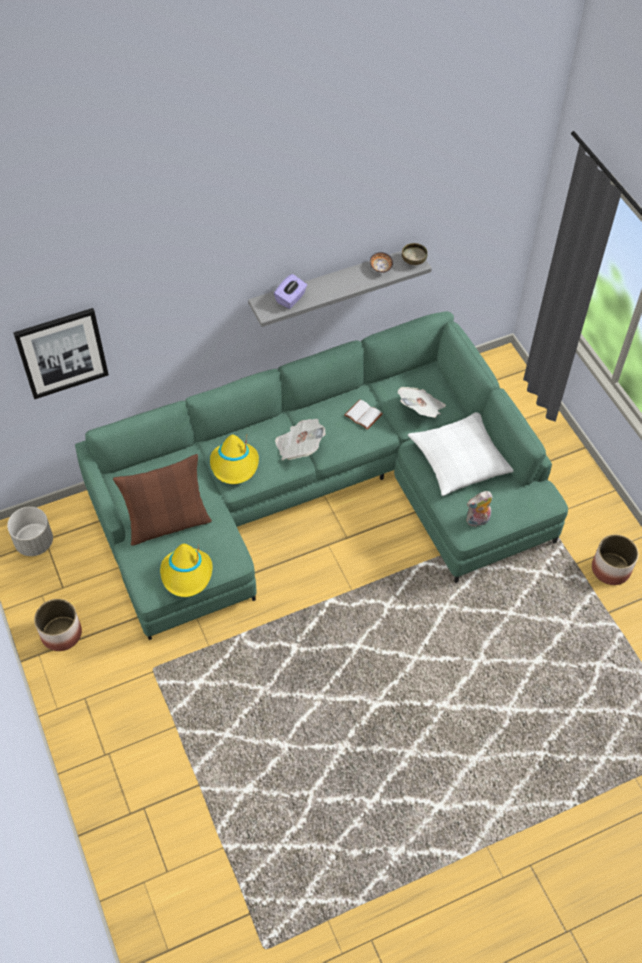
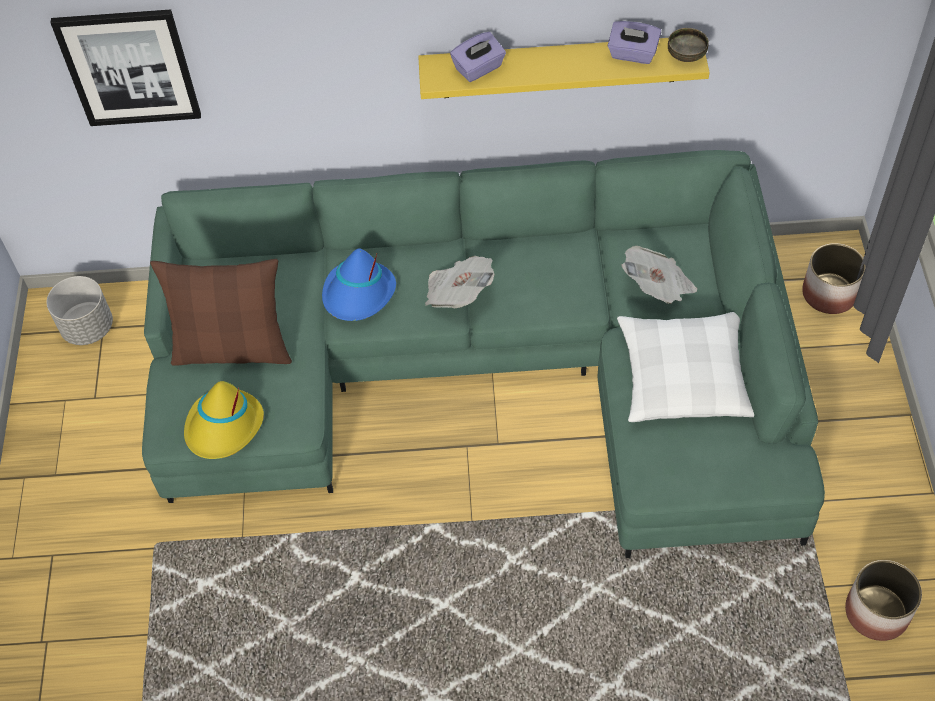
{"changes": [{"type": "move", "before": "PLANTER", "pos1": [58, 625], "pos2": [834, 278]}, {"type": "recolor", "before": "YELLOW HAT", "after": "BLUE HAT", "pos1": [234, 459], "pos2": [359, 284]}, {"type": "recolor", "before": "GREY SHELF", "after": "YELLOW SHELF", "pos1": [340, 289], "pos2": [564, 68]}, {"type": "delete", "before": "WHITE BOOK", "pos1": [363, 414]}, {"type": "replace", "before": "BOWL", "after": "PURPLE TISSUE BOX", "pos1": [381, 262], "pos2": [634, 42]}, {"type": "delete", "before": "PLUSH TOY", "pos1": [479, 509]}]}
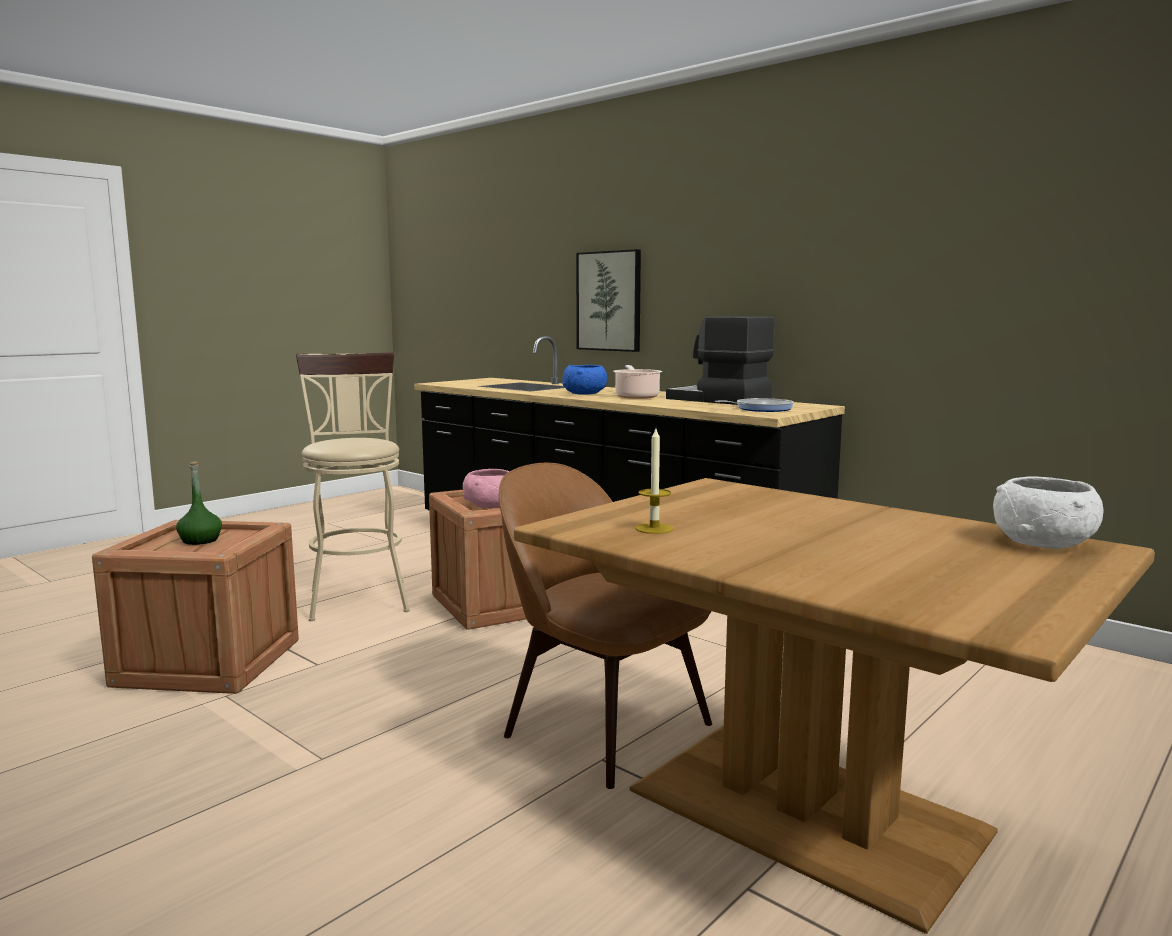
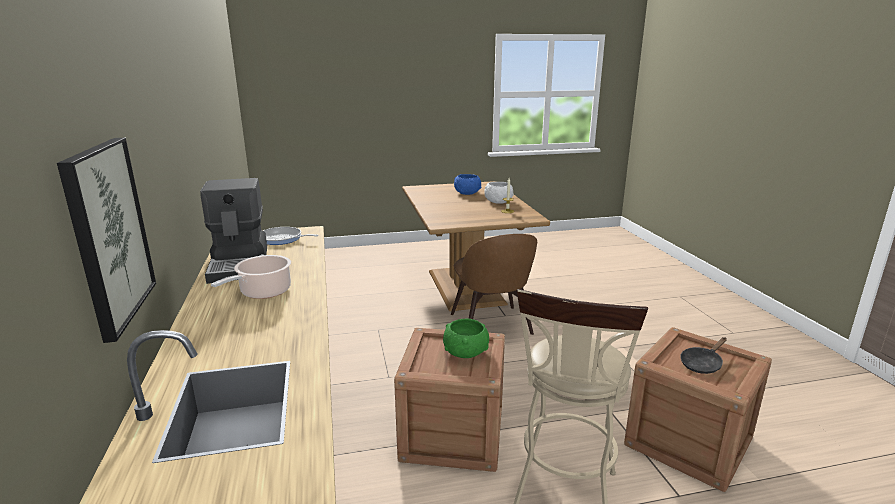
{"changes": [{"type": "replace", "before": "GREEN BOTTLE", "after": "BLACK FRYING PAN", "pos1": [199, 503], "pos2": [703, 355]}, {"type": "recolor", "before": "PINK BOWL", "after": "GREEN BOWL", "pos1": [486, 488], "pos2": [466, 338]}, {"type": "move", "before": "BLUE BOWL", "pos1": [585, 380], "pos2": [467, 184]}, {"type": "move", "before": "WHITE BOWL", "pos1": [1048, 513], "pos2": [499, 193]}]}
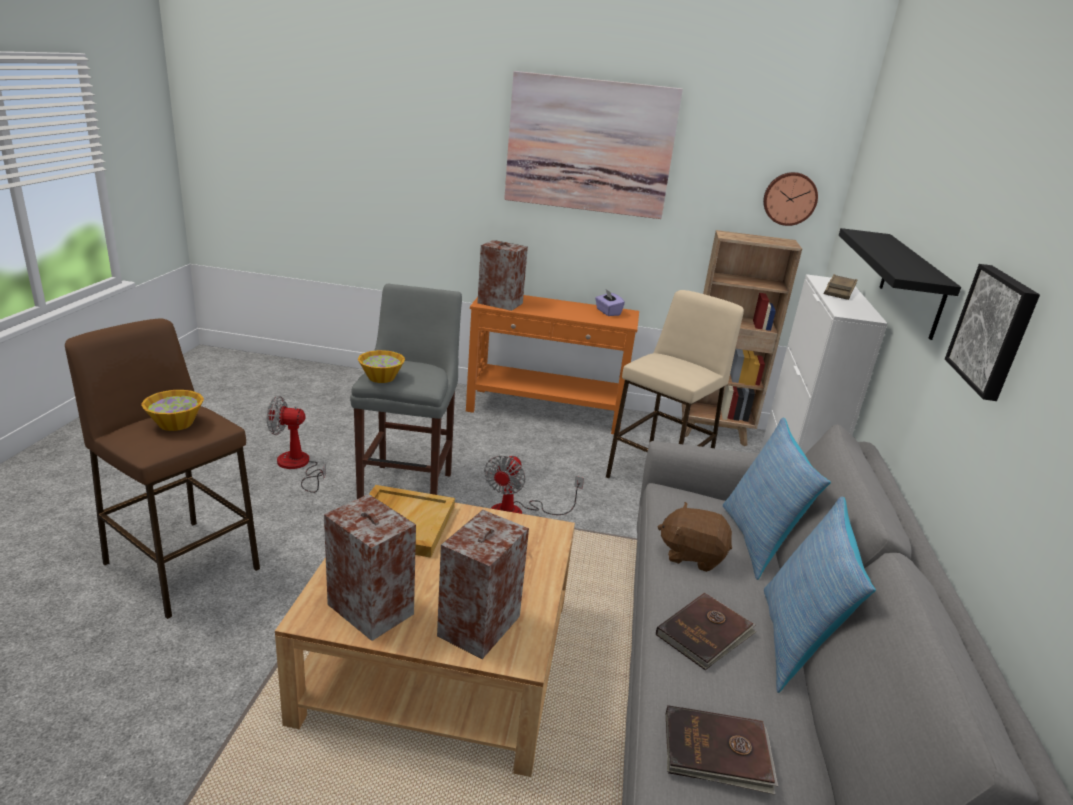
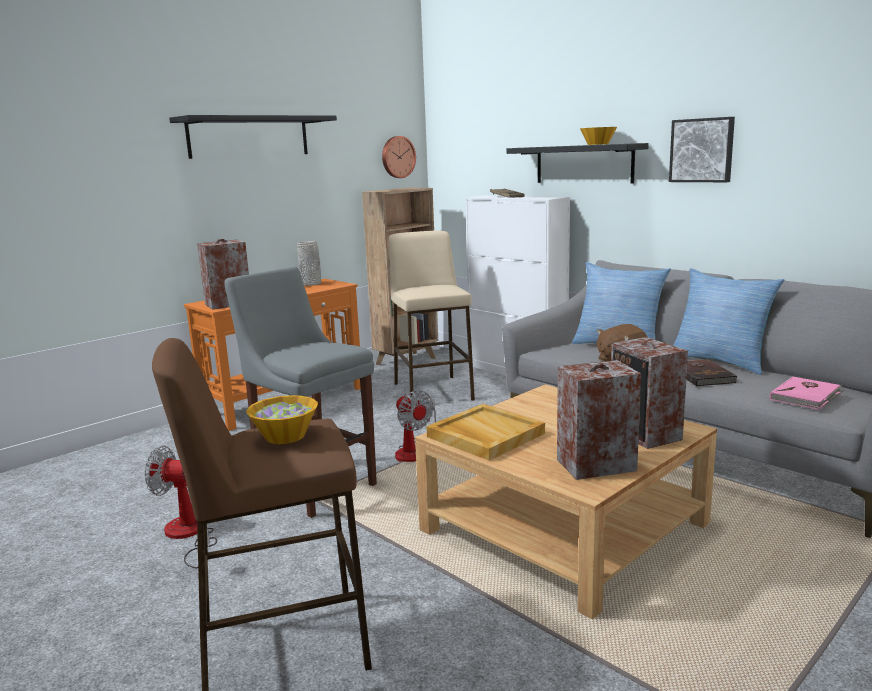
{"changes": [{"type": "rotate", "before": "FAN", "pos1": [296, 444], "pos2": [181, 507], "turn": 60}, {"type": "move", "before": "BOWL", "pos1": [381, 366], "pos2": [598, 136]}, {"type": "replace", "before": "PICTURE", "after": "BLACK SHELF", "pos1": [593, 145], "pos2": [253, 137]}, {"type": "replace", "before": "PURPLE TISSUE BOX", "after": "GREY VASE", "pos1": [610, 302], "pos2": [309, 263]}, {"type": "recolor", "before": "BROWN BOOK", "after": "PINK BOOK", "pos1": [721, 750], "pos2": [807, 393]}]}
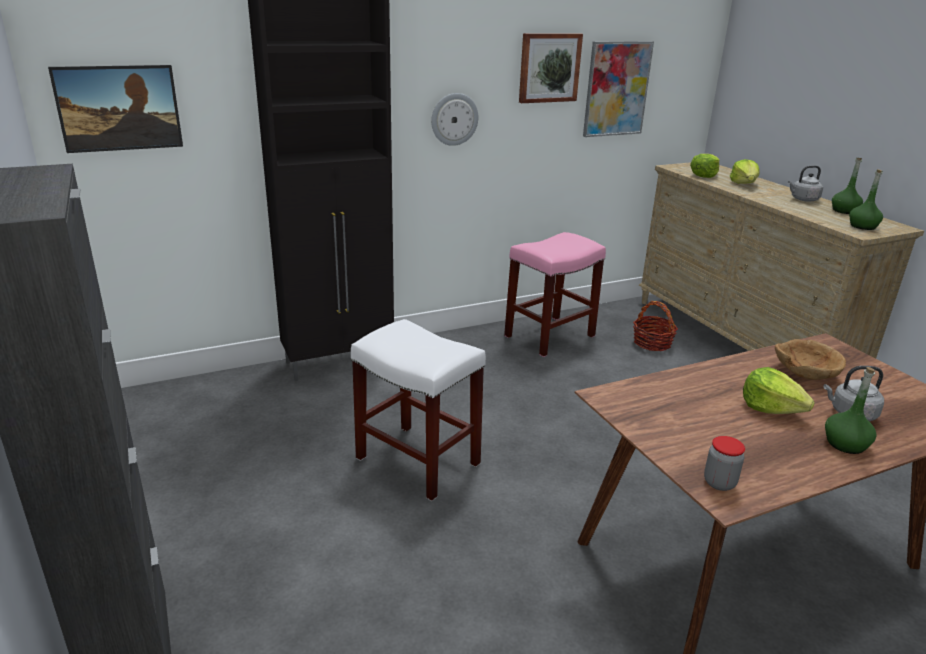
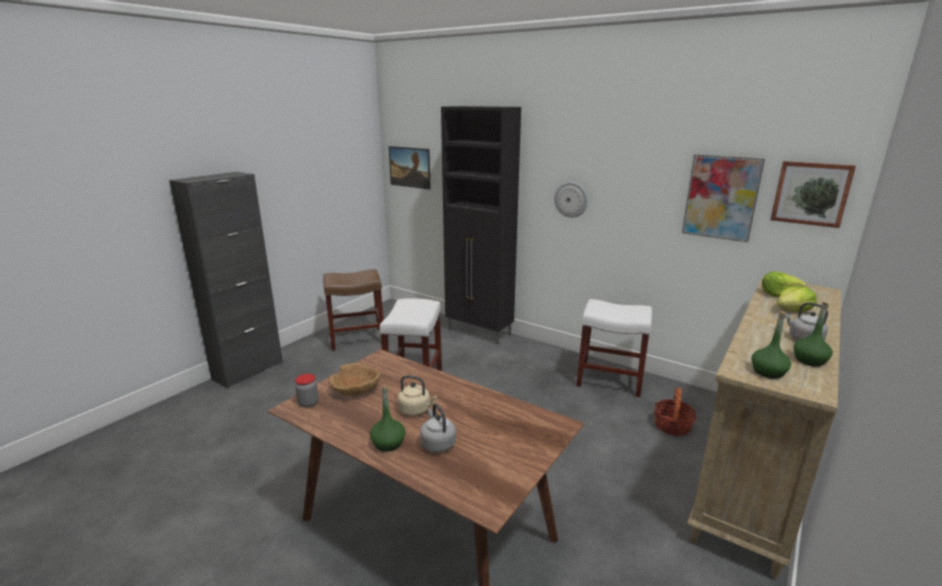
{"changes": [{"type": "recolor", "before": "PINK STOOL", "after": "WHITE STOOL", "pos1": [555, 294], "pos2": [614, 348]}, {"type": "move", "before": "PICTURE", "pos1": [551, 68], "pos2": [813, 194]}, {"type": "replace", "before": "LETTUCE", "after": "BEIGE KETTLE", "pos1": [779, 390], "pos2": [417, 395]}, {"type": "move", "before": "BROWN BOWL", "pos1": [810, 359], "pos2": [355, 379]}, {"type": "insert", "after": "BROWN STOOL", "pos2": [353, 310]}]}
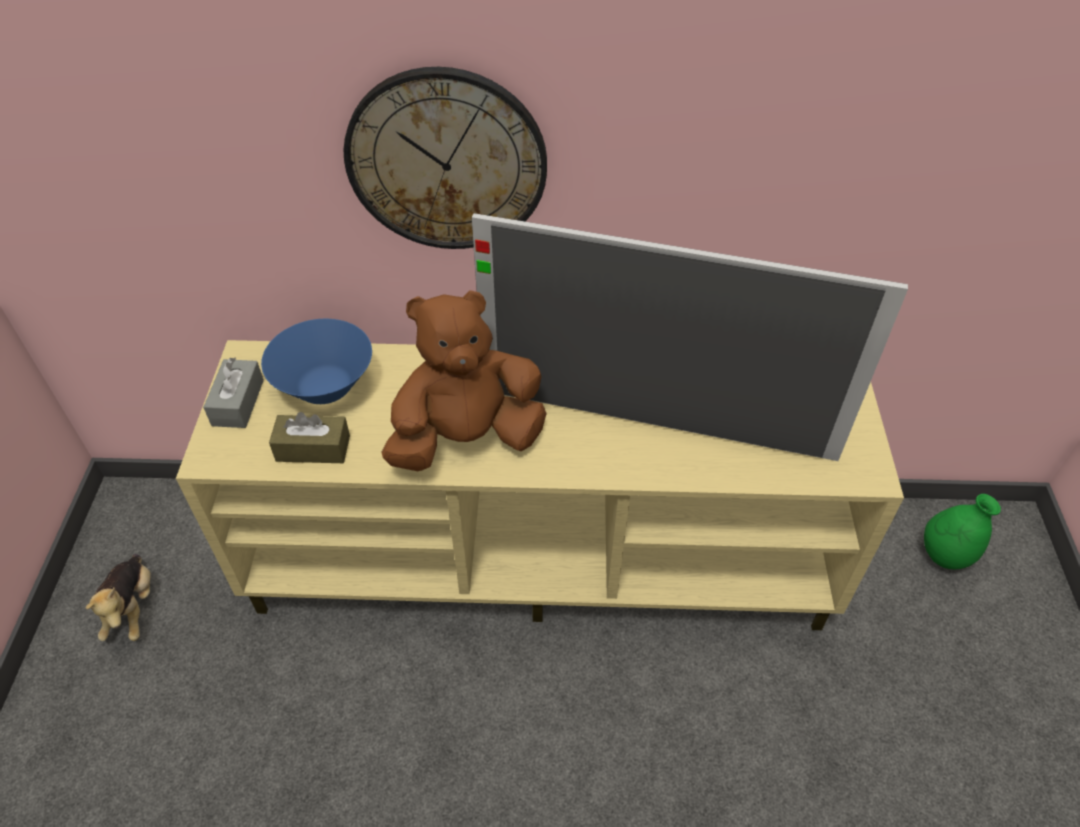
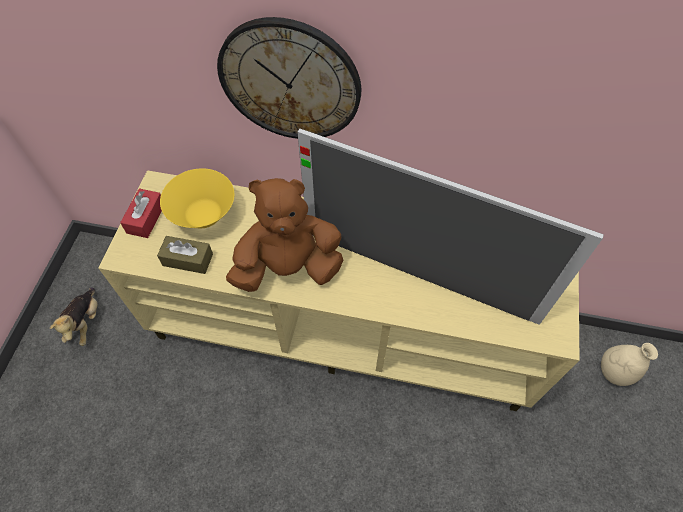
{"changes": [{"type": "recolor", "before": "GREY TISSUE BOX", "after": "RED TISSUE BOX", "pos1": [233, 392], "pos2": [141, 213]}, {"type": "recolor", "before": "BLUE BOWL", "after": "YELLOW BOWL", "pos1": [316, 361], "pos2": [197, 198]}, {"type": "recolor", "before": "GREEN VASE", "after": "BEIGE VASE", "pos1": [962, 531], "pos2": [629, 364]}]}
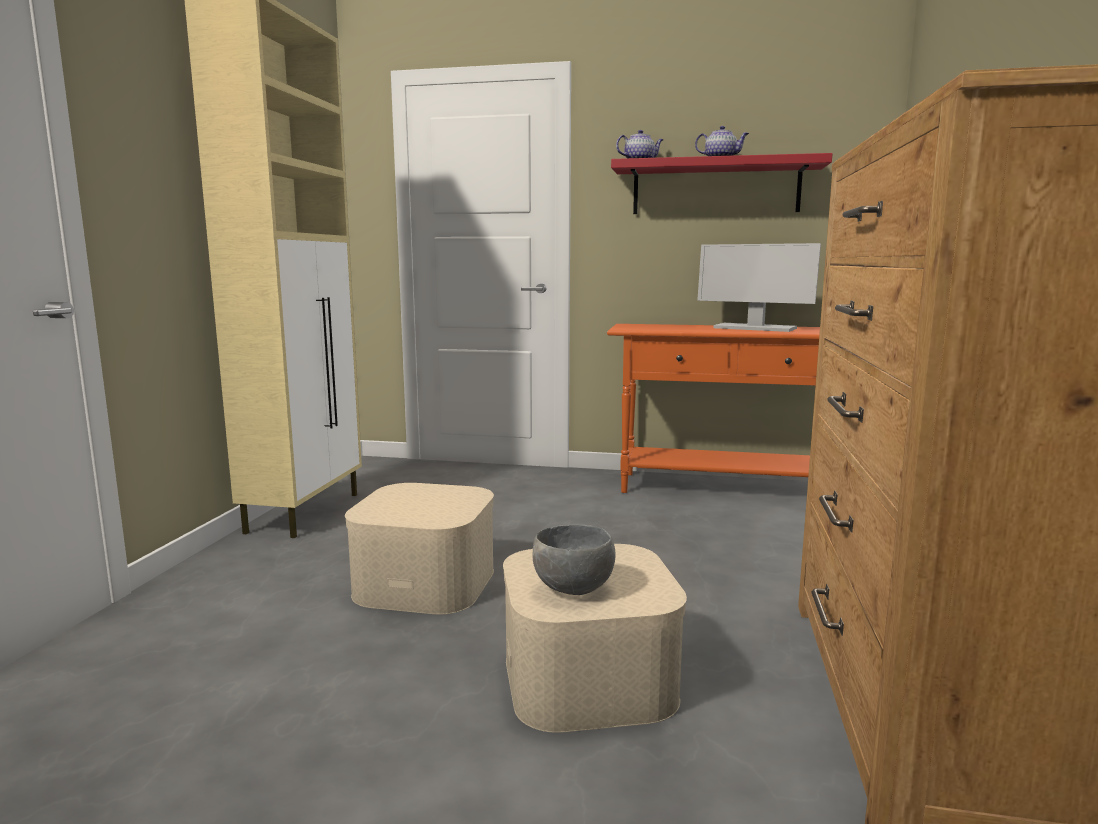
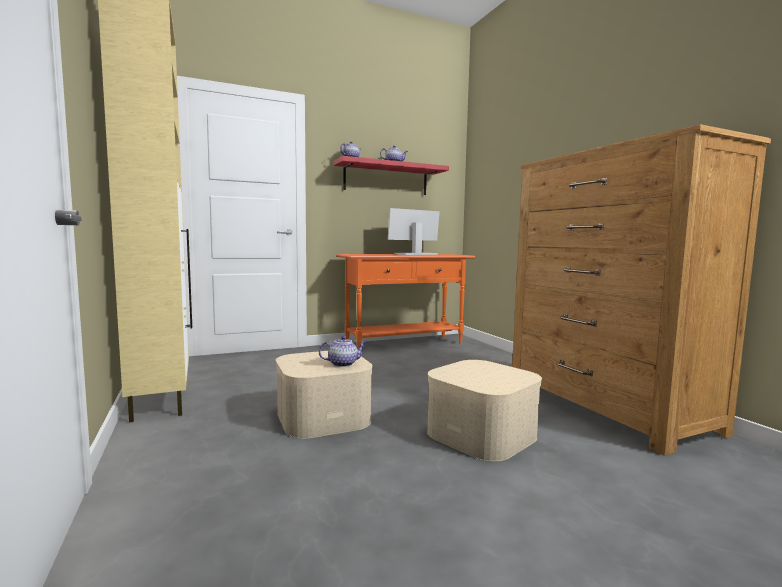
{"changes": [{"type": "delete", "before": "GREY BOWL", "pos1": [574, 560]}, {"type": "rotate", "before": "MONITOR", "pos1": [759, 287], "pos2": [414, 231], "turn": 150}, {"type": "insert", "after": "TEAPOT", "pos2": [343, 351]}]}
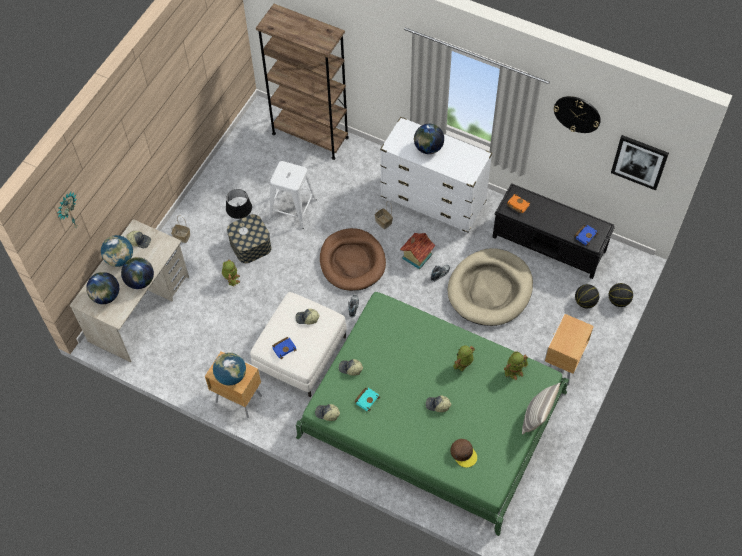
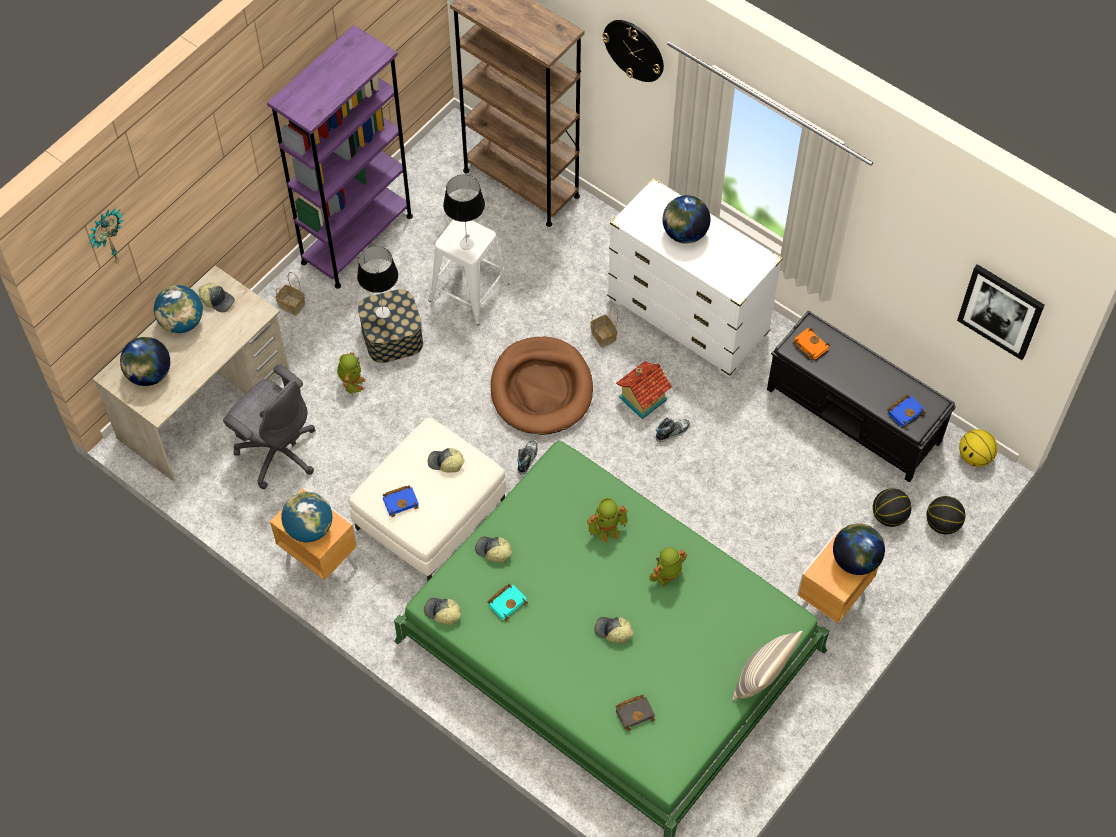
{"changes": [{"type": "move", "before": "GLOBE", "pos1": [137, 273], "pos2": [859, 549]}, {"type": "delete", "before": "BEIGE DOG BED", "pos1": [490, 287]}, {"type": "replace", "before": "BROWN CAP", "after": "BLACK BOOK", "pos1": [463, 453], "pos2": [635, 713]}, {"type": "move", "before": "TOY ROBOT", "pos1": [516, 365], "pos2": [607, 520]}, {"type": "move", "before": "WALL CLOCK", "pos1": [577, 114], "pos2": [633, 51]}, {"type": "insert", "after": "GREY OFFICE CHAIR", "pos2": [269, 426]}, {"type": "insert", "after": "PURPLE BOOKCASE", "pos2": [340, 157]}, {"type": "insert", "after": "TABLE LAMP", "pos2": [464, 212]}, {"type": "insert", "after": "BASKETBALL", "pos2": [978, 448]}]}
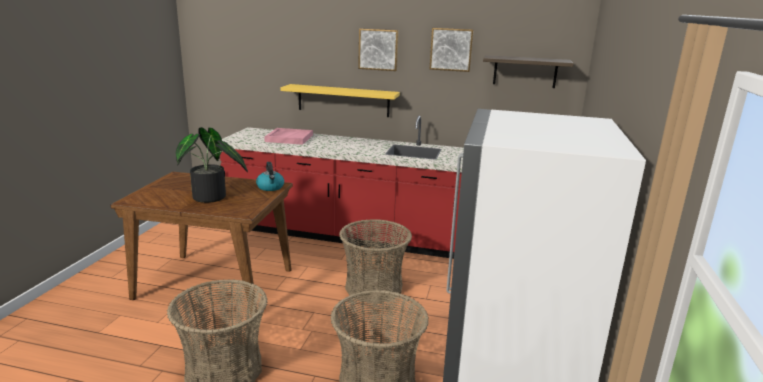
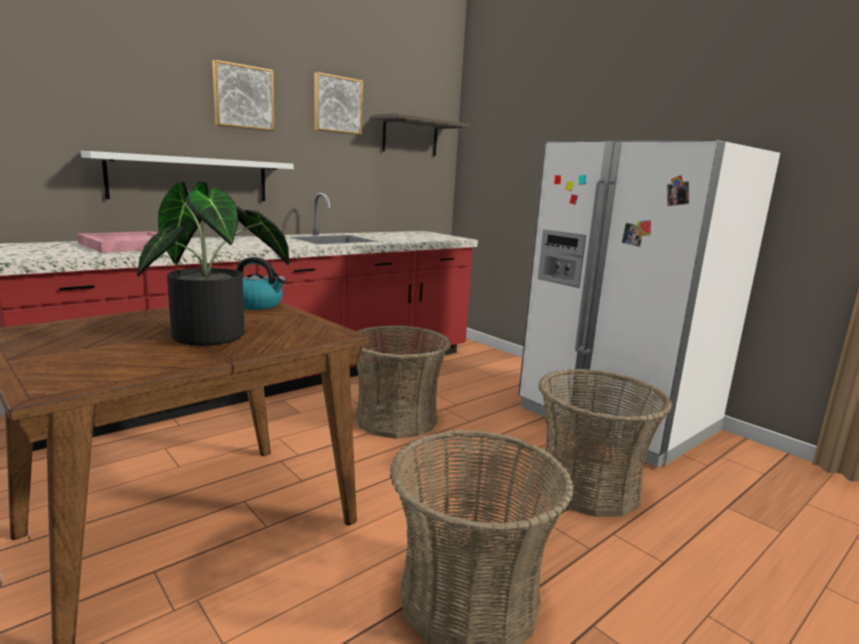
{"changes": [{"type": "recolor", "before": "YELLOW SHELF", "after": "WHITE SHELF", "pos1": [340, 100], "pos2": [187, 176]}]}
